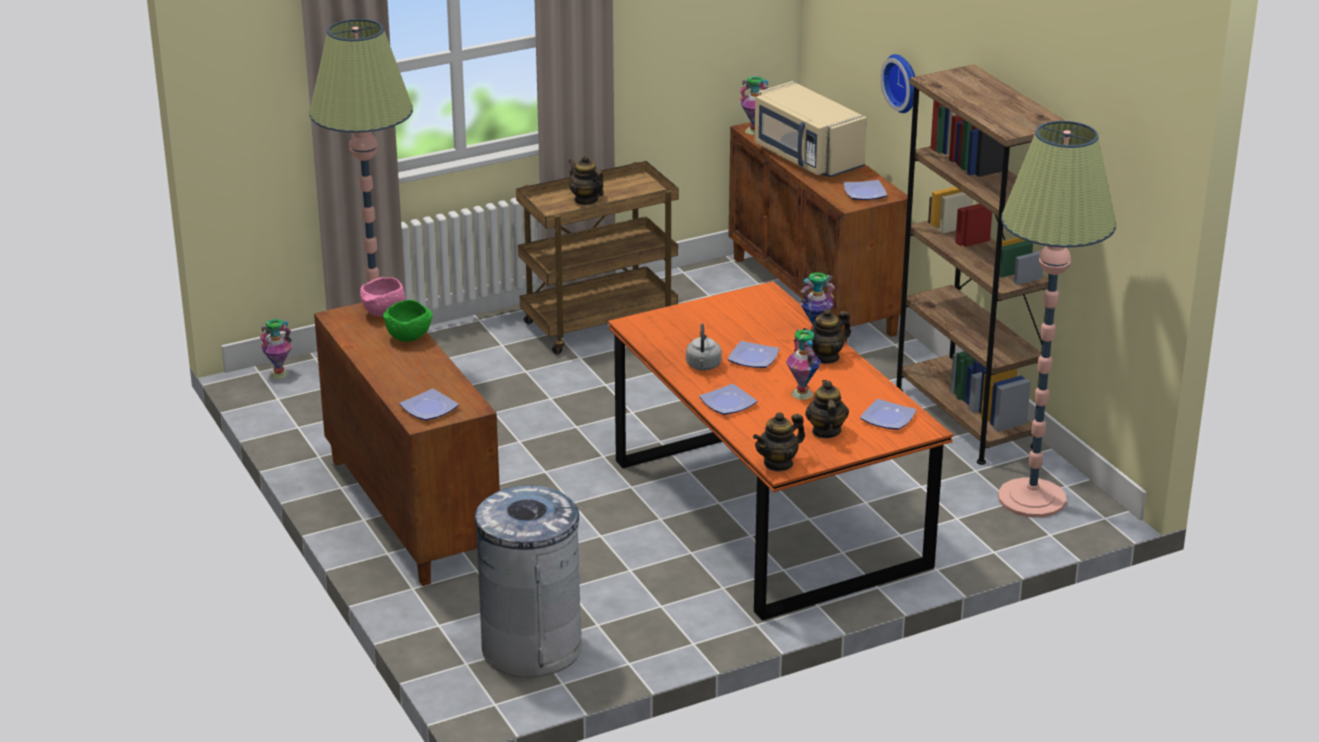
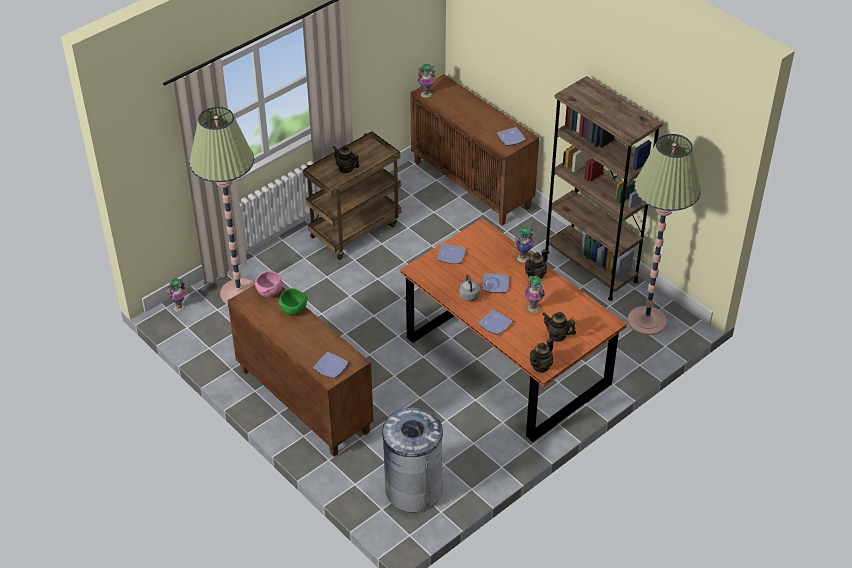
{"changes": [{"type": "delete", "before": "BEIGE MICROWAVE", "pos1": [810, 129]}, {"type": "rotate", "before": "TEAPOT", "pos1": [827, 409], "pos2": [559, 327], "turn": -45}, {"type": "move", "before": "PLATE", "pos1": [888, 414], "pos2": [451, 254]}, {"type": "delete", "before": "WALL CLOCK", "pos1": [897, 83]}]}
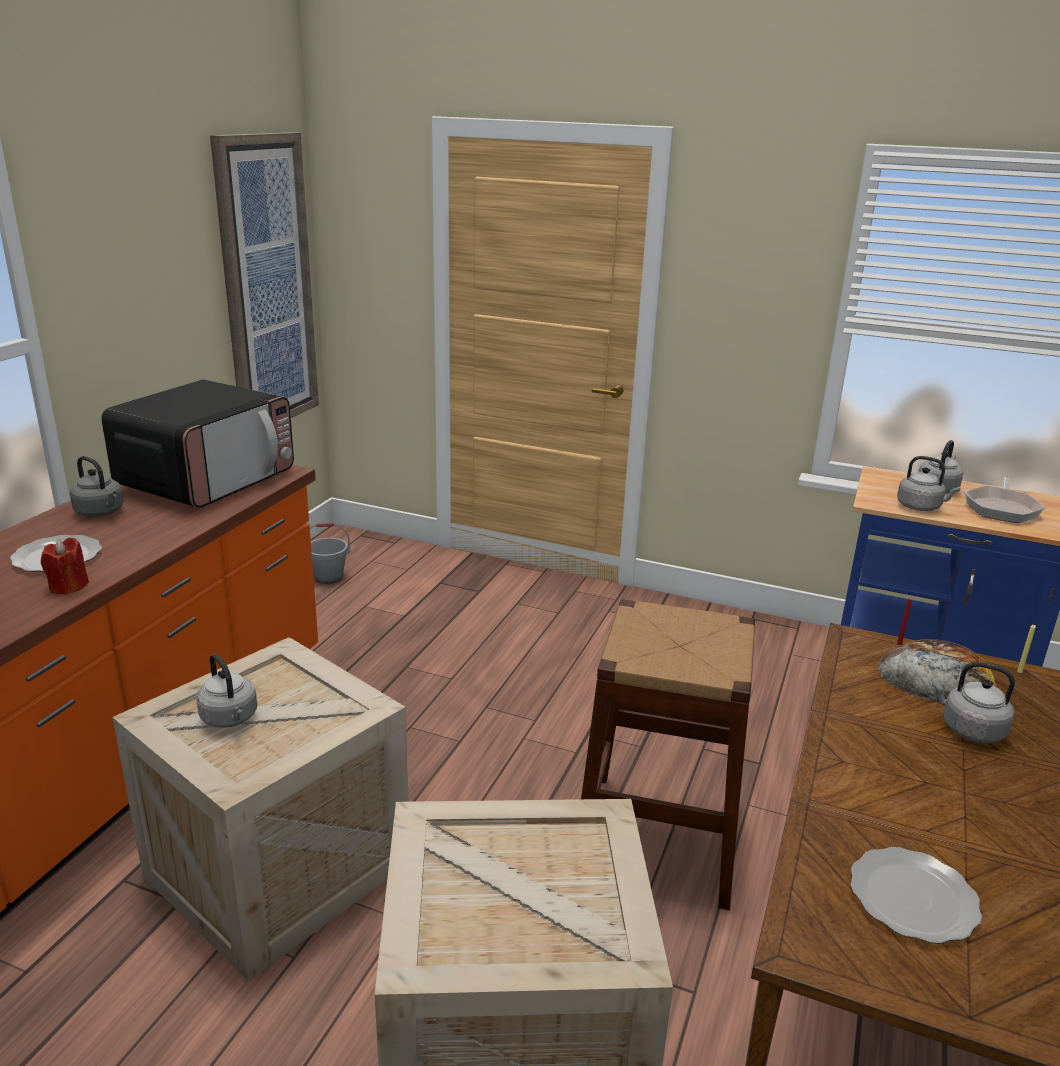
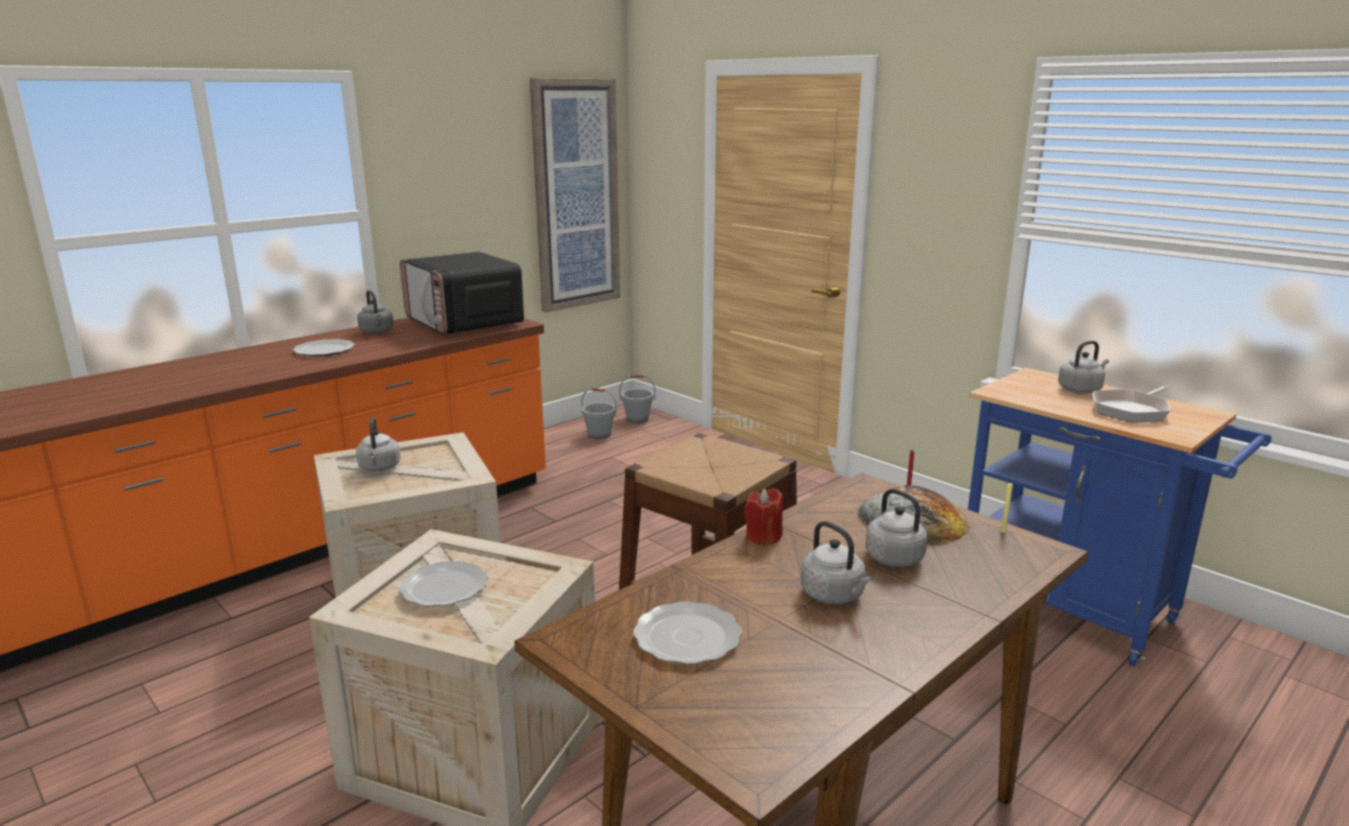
{"changes": [{"type": "move", "before": "RED CANDLE", "pos1": [65, 566], "pos2": [763, 516]}, {"type": "rotate", "before": "MICROWAVE", "pos1": [197, 444], "pos2": [462, 293], "turn": 90}, {"type": "move", "before": "GREY KETTLE", "pos1": [929, 483], "pos2": [836, 563]}, {"type": "insert", "after": "PLATE", "pos2": [443, 584]}, {"type": "insert", "after": "GREY BUCKET", "pos2": [637, 399]}]}
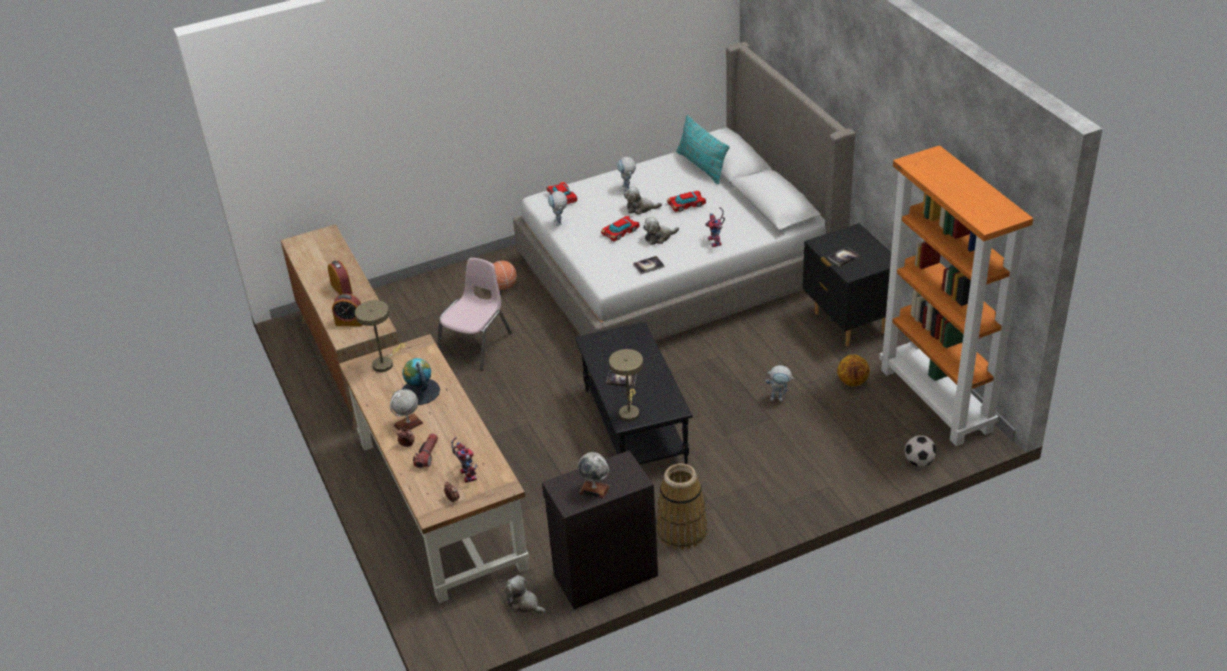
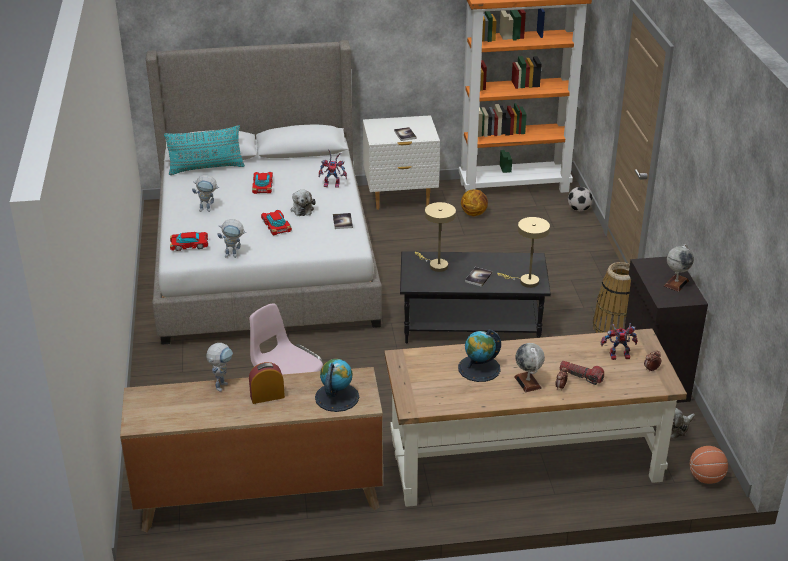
{"changes": [{"type": "replace", "before": "ALARM CLOCK", "after": "GLOBE", "pos1": [347, 310], "pos2": [337, 385]}, {"type": "move", "before": "BEIGE TABLE LAMP", "pos1": [380, 336], "pos2": [435, 237]}, {"type": "move", "before": "BASKETBALL", "pos1": [505, 275], "pos2": [709, 465]}, {"type": "delete", "before": "PLUSH TOY", "pos1": [643, 200]}, {"type": "move", "before": "TOY ROBOT", "pos1": [780, 383], "pos2": [219, 367]}, {"type": "recolor", "before": "BLACK NIGHTSTAND", "after": "WHITE NIGHTSTAND", "pos1": [847, 284], "pos2": [401, 162]}]}
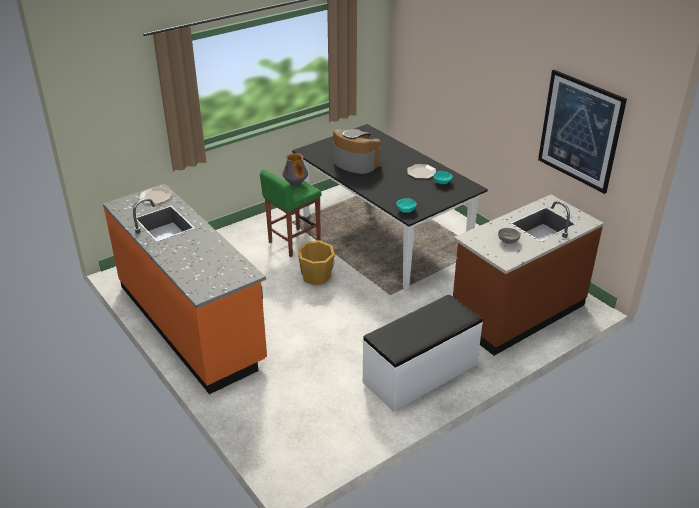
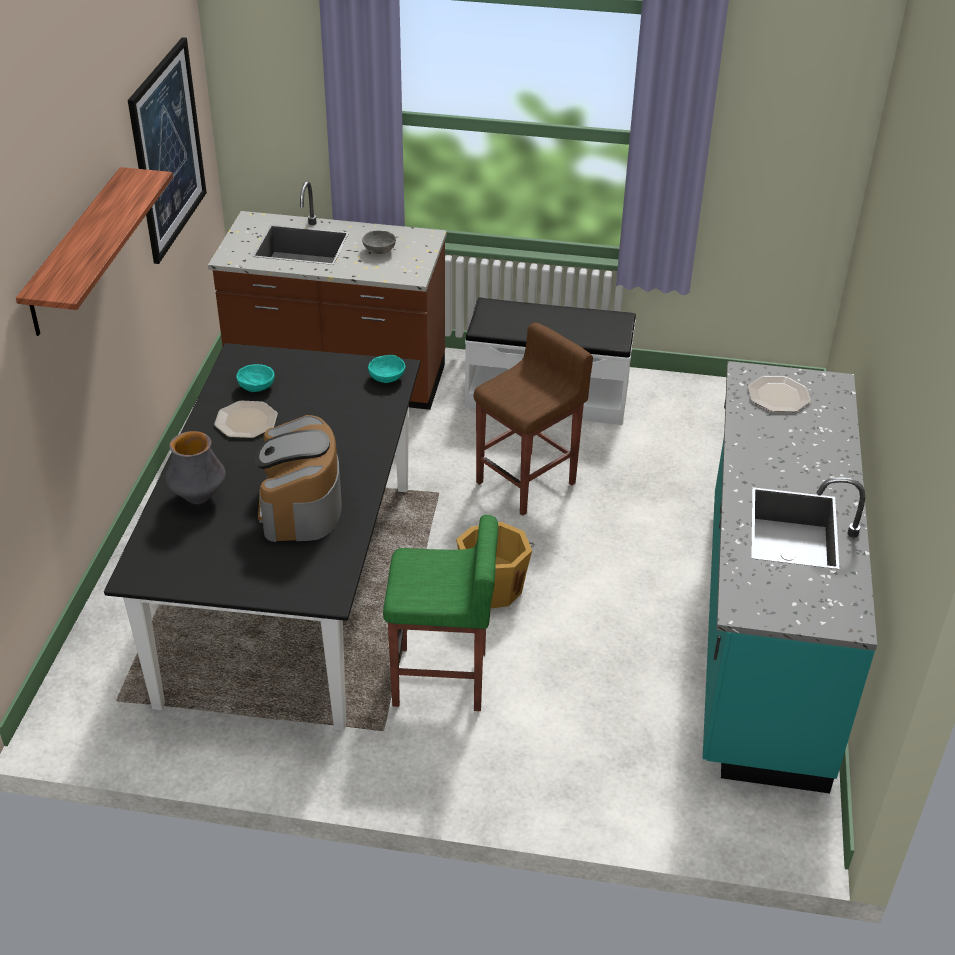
{"changes": [{"type": "recolor", "before": "ORANGE COUNTER", "after": "TURQUOISE COUNTER", "pos1": [185, 289], "pos2": [790, 577]}, {"type": "move", "before": "PLATE", "pos1": [155, 196], "pos2": [779, 394]}, {"type": "move", "before": "VASE", "pos1": [295, 169], "pos2": [195, 467]}, {"type": "insert", "after": "SHELF", "pos2": [94, 251]}, {"type": "insert", "after": "BROWN STOOL", "pos2": [533, 419]}]}
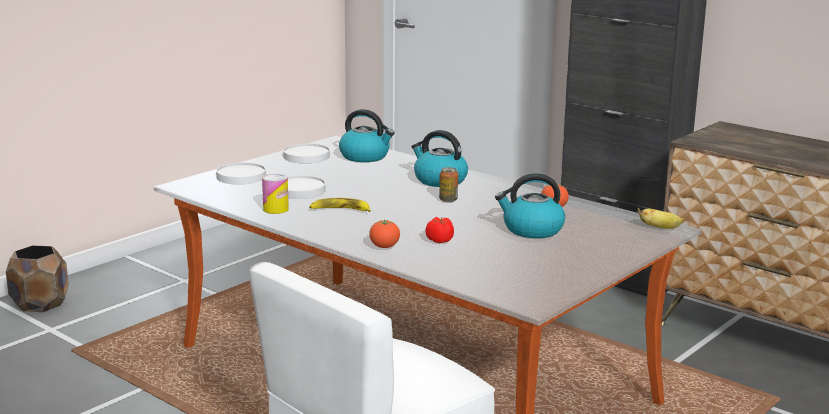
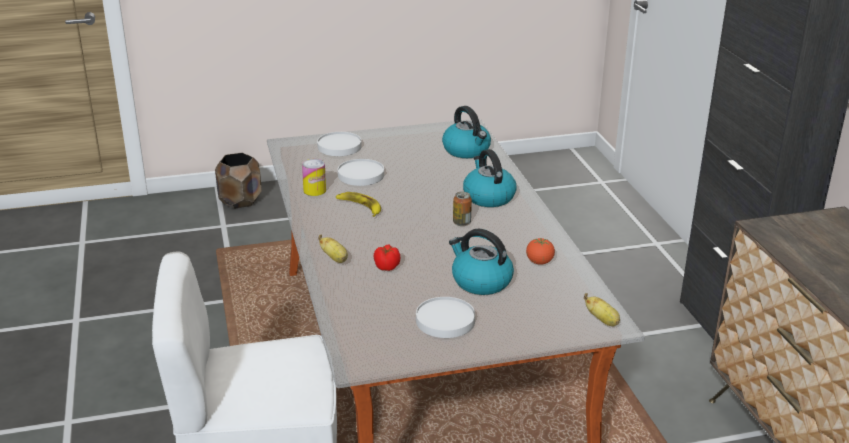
{"changes": [{"type": "move", "before": "WHITE PLATE", "pos1": [306, 153], "pos2": [445, 317]}, {"type": "replace", "before": "TOMATO", "after": "BANANA", "pos1": [384, 233], "pos2": [333, 249]}]}
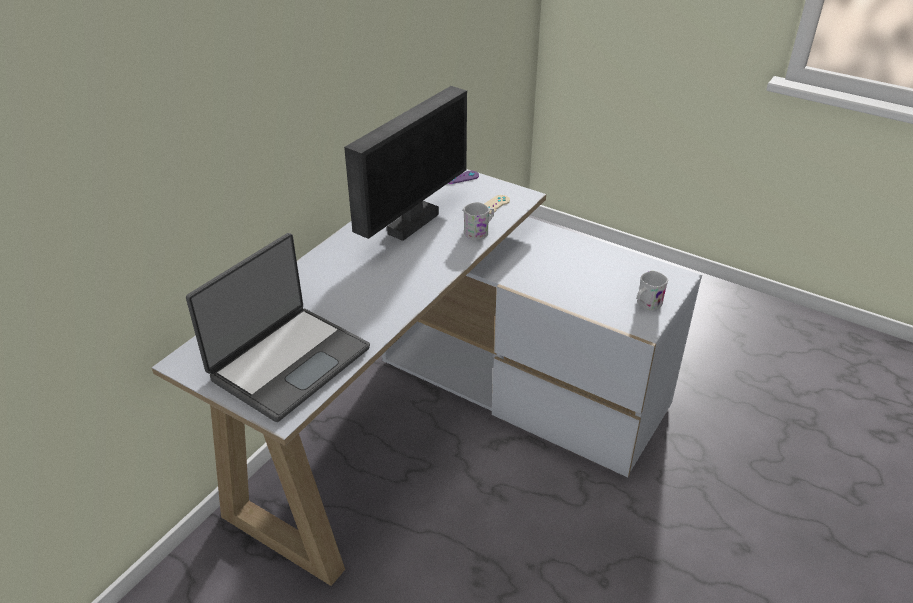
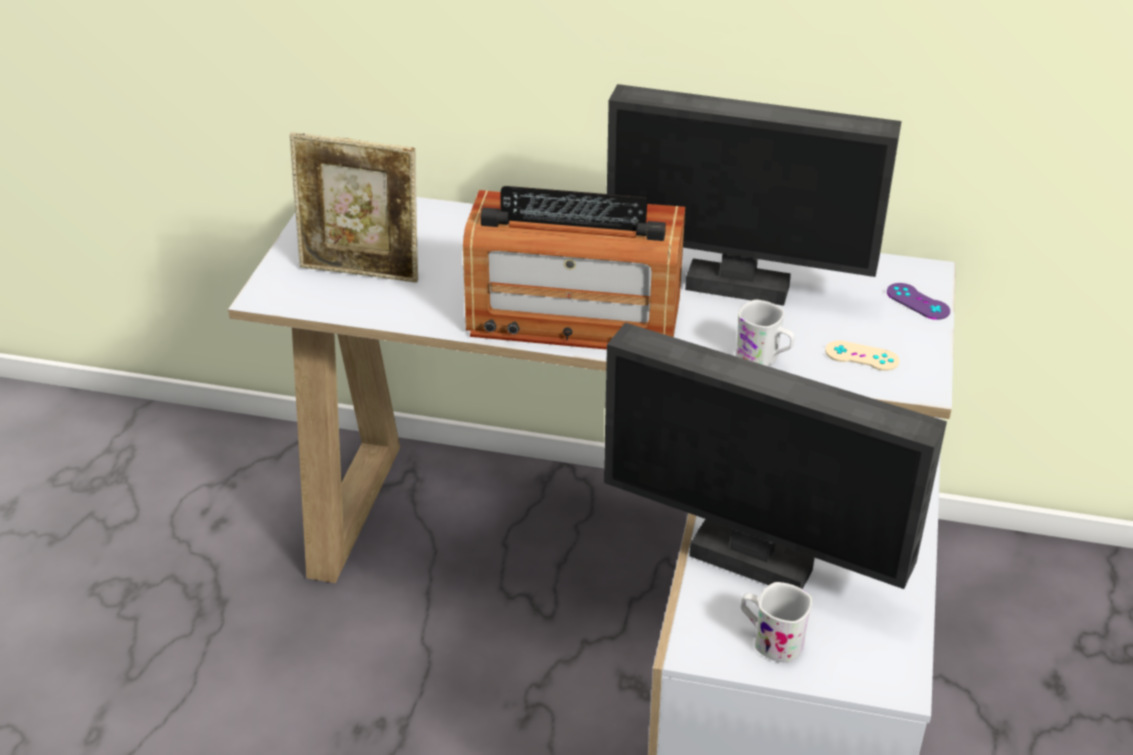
{"changes": [{"type": "replace", "before": "LAPTOP", "after": "PICTURE FRAME", "pos1": [278, 327], "pos2": [354, 207]}, {"type": "insert", "after": "RADIO", "pos2": [574, 268]}, {"type": "insert", "after": "MONITOR", "pos2": [775, 456]}]}
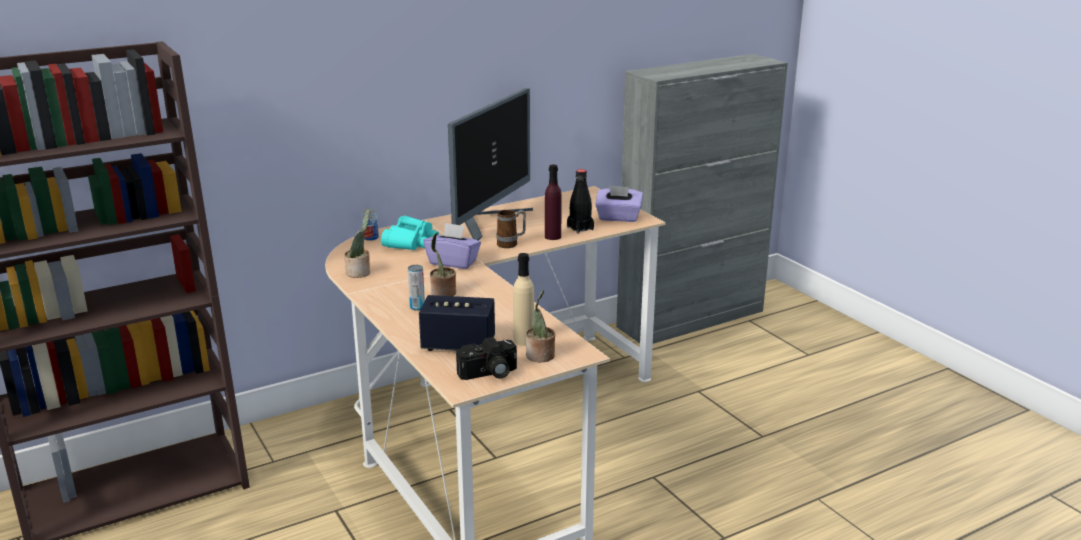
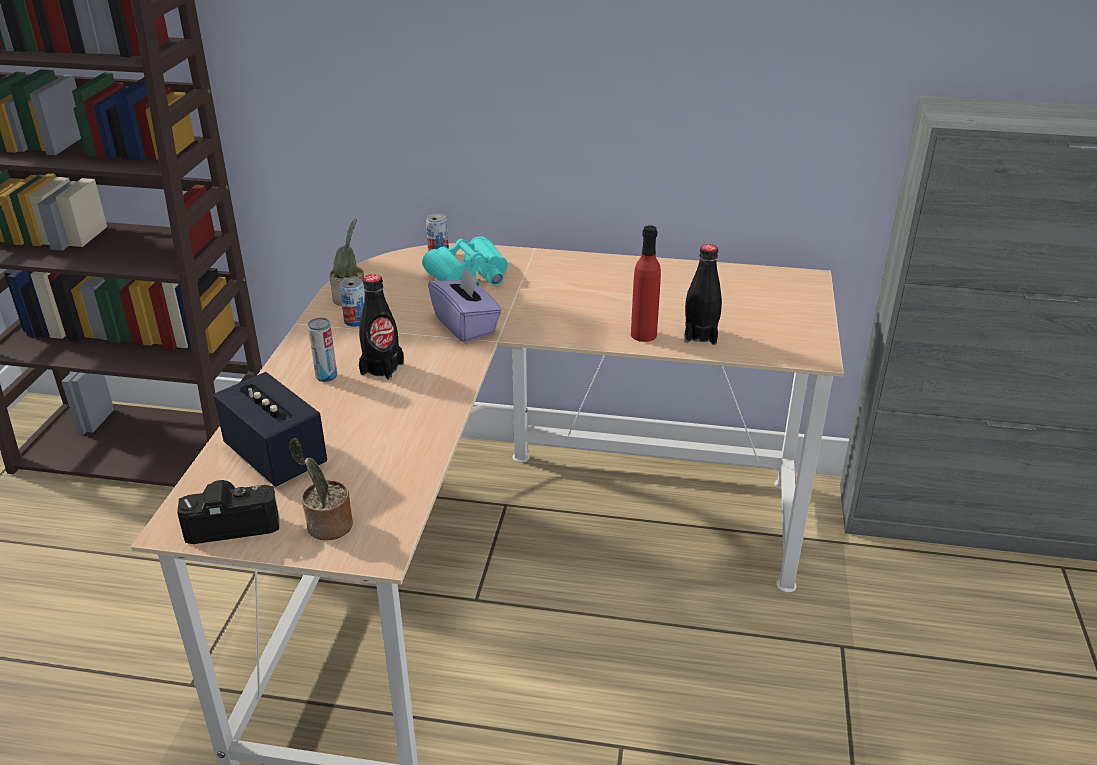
{"changes": [{"type": "replace", "before": "POTTED PLANT", "after": "BLACK BOTTLE", "pos1": [443, 264], "pos2": [381, 327]}, {"type": "delete", "before": "MONITOR", "pos1": [490, 164]}, {"type": "rotate", "before": "PHOTO CAMERA", "pos1": [486, 358], "pos2": [228, 512], "turn": 150}, {"type": "delete", "before": "MUG", "pos1": [511, 229]}, {"type": "delete", "before": "BEIGE BOTTLE", "pos1": [523, 299]}, {"type": "recolor", "before": "PURPLE BOTTLE", "after": "RED BOTTLE", "pos1": [553, 202], "pos2": [646, 283]}, {"type": "delete", "before": "PURPLE TISSUE BOX", "pos1": [619, 203]}, {"type": "insert", "after": "CAN", "pos2": [352, 302]}]}
